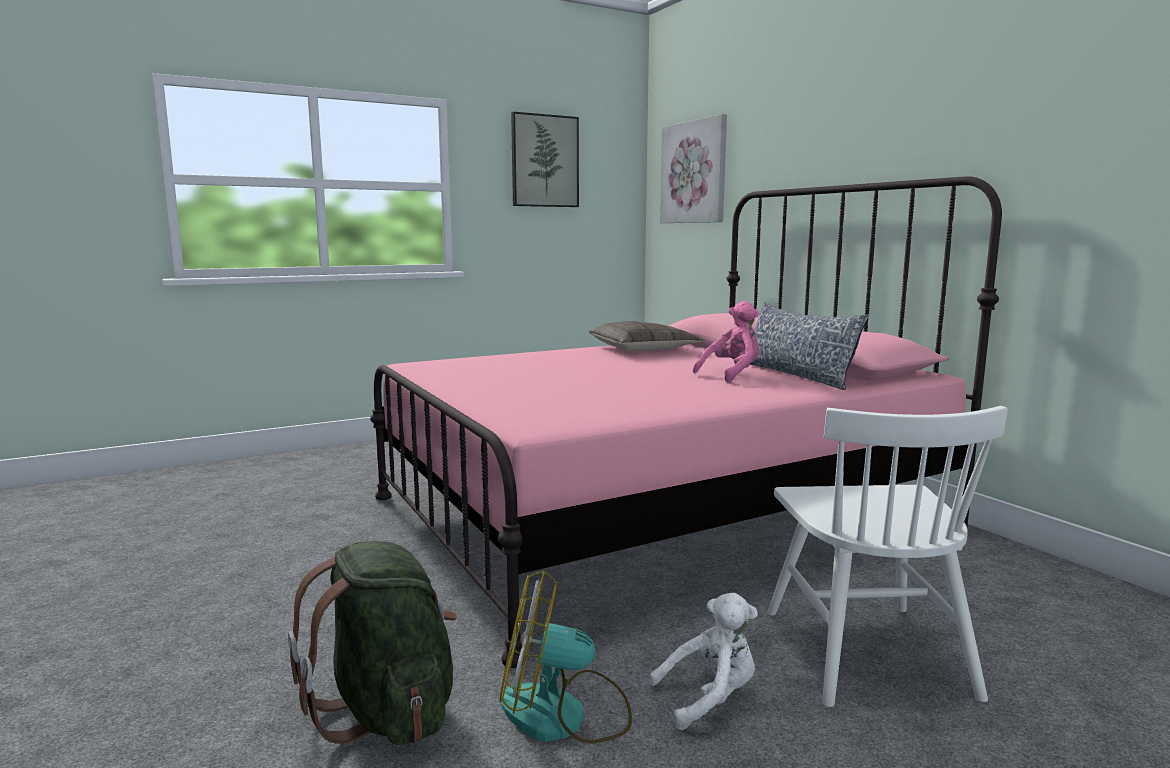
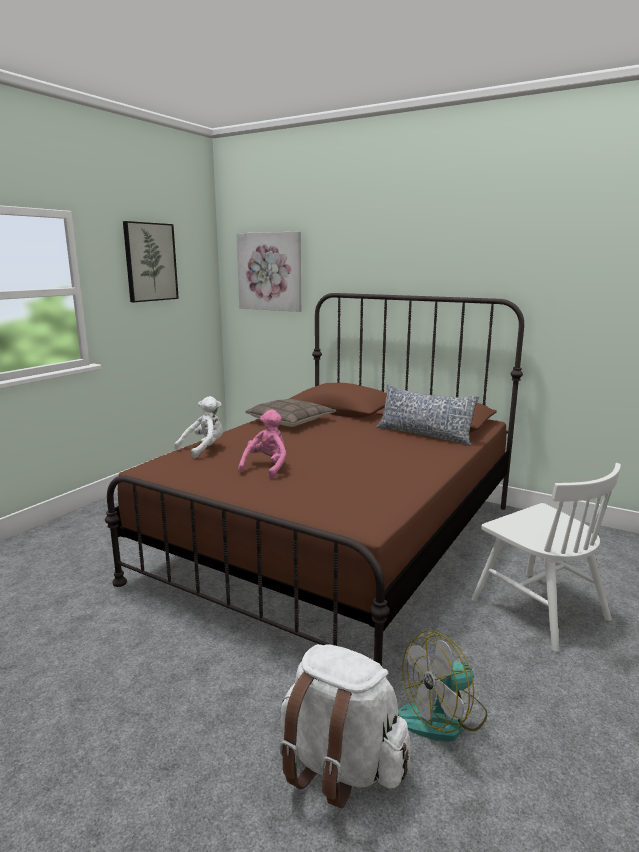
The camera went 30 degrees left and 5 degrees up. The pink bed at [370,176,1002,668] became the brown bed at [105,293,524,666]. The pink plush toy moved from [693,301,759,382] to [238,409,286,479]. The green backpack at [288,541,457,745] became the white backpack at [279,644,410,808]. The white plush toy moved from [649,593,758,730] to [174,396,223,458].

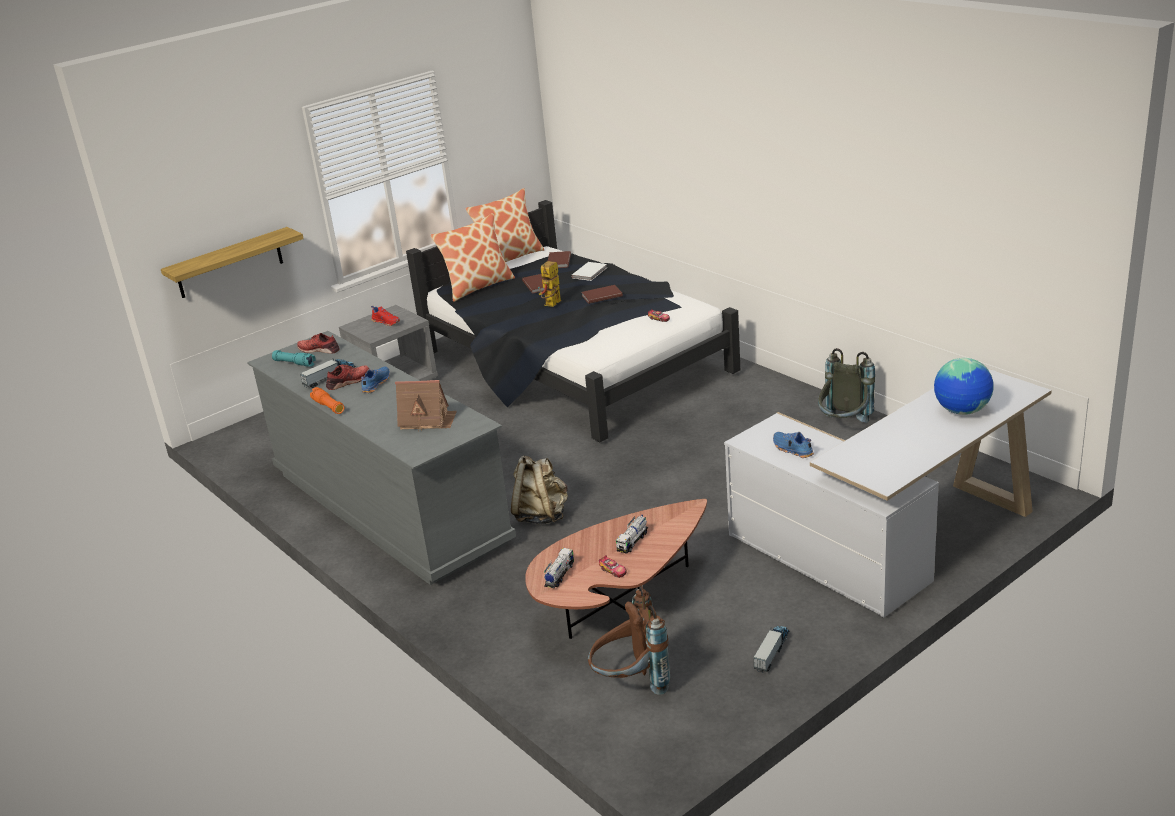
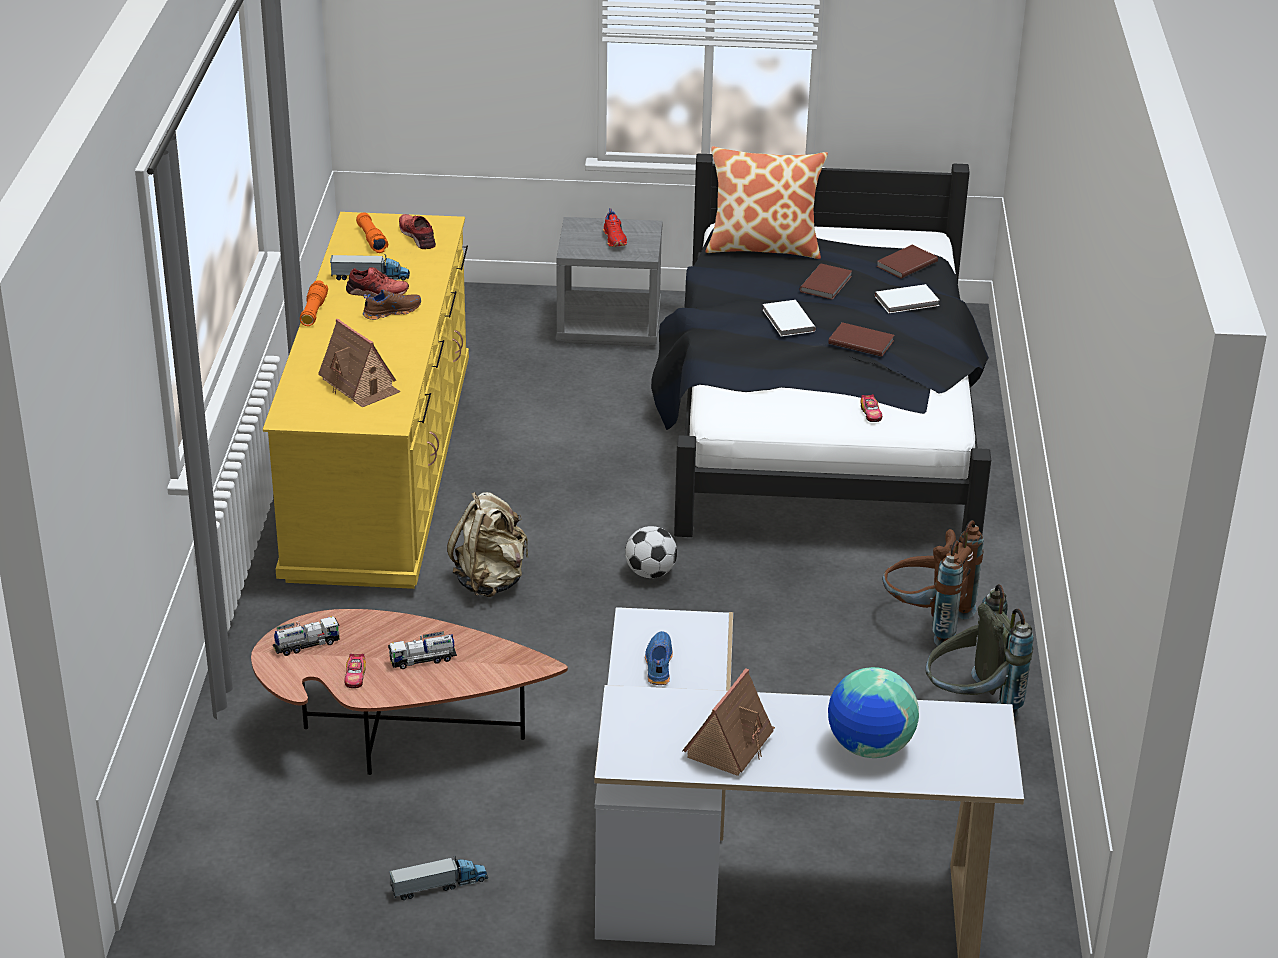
The camera went 40 degrees right and 5 degrees up. The pillow at [465,188,544,262] disappeared. The shelf at [161,227,304,298] disappeared. The toy robot at [538,261,561,307] was replaced by the white book at [762,300,816,337]. The grey dresser at [247,331,516,585] became the yellow dresser at [263,212,469,589]. The turquoise flashlight at [272,350,316,367] became the orange flashlight at [356,212,388,253]. The blue shoe at [361,366,390,393] became the brown shoe at [363,289,421,320]. The brown backpack moved from [588,586,670,695] to [882,520,984,646]. The football at [625,526,677,578] appeared. The toy house at [683,668,775,776] appeared.

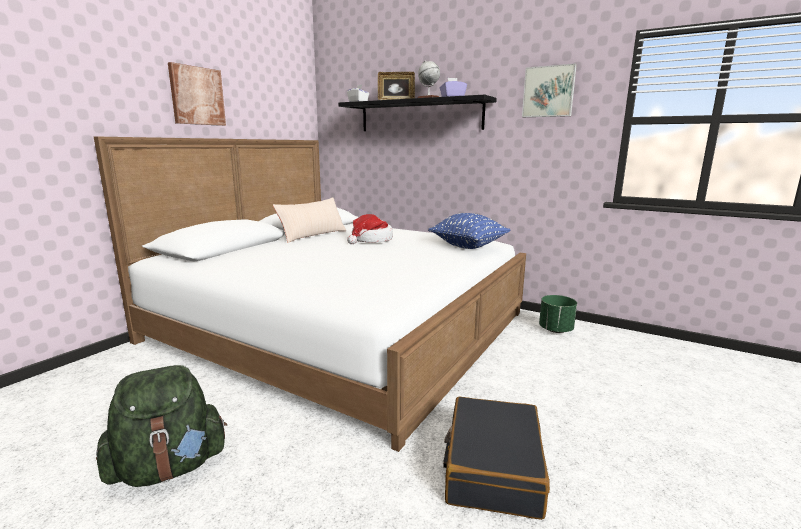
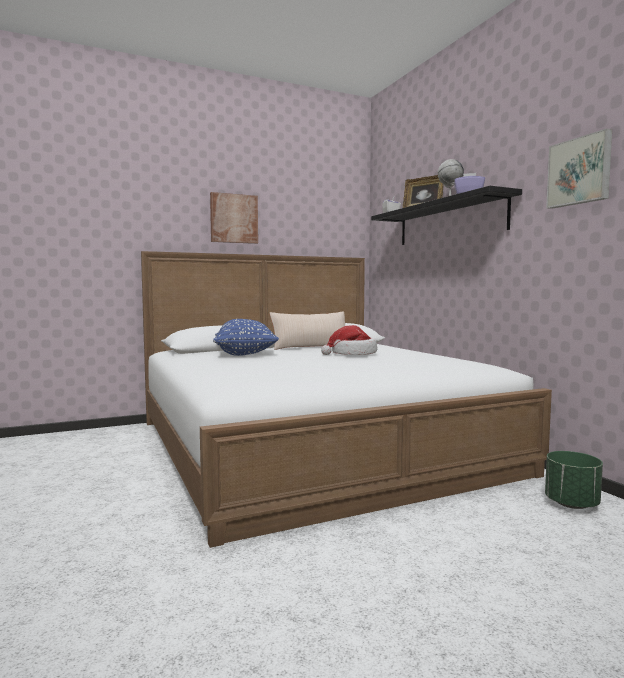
The camera went 35 degrees right and 10 degrees down. The blue pillow moved from [428,213,510,249] to [213,319,279,356]. The green backpack at [96,365,227,487] disappeared. The black suitcase at [443,397,550,520] disappeared.

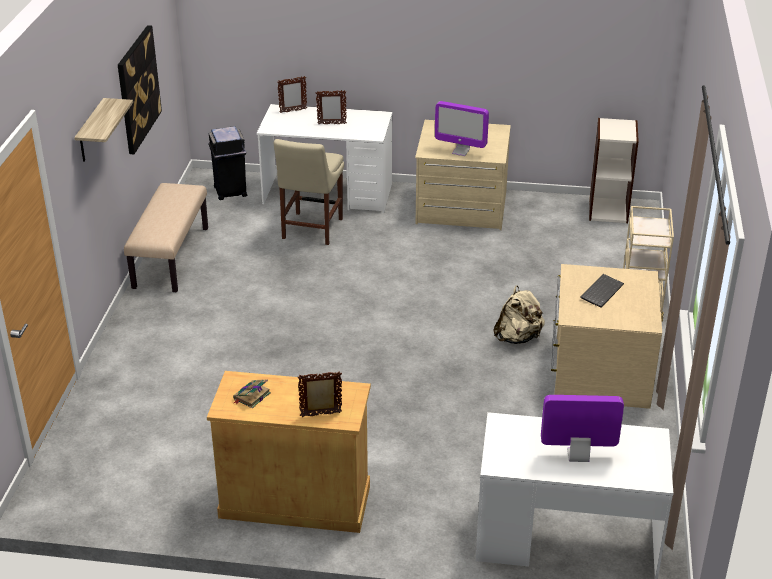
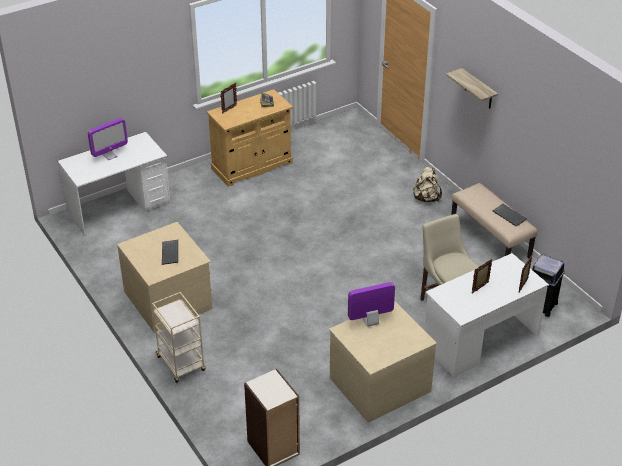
The camera went 140 degrees right and 5 degrees up. The picture at [118,25,162,154] disappeared. The beige backpack moved from [493,285,545,344] to [413,167,442,202]. The keyboard at [493,204,527,227] appeared.

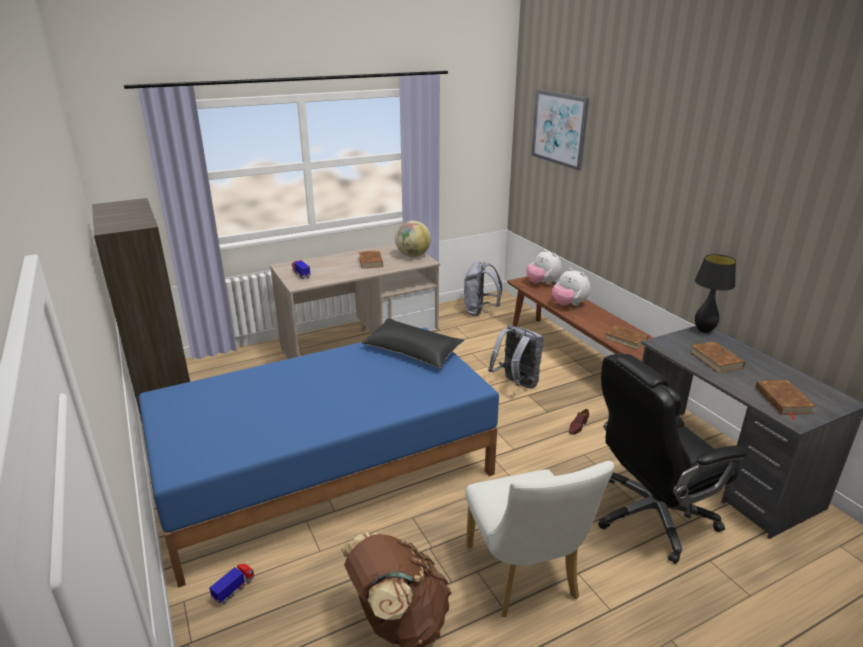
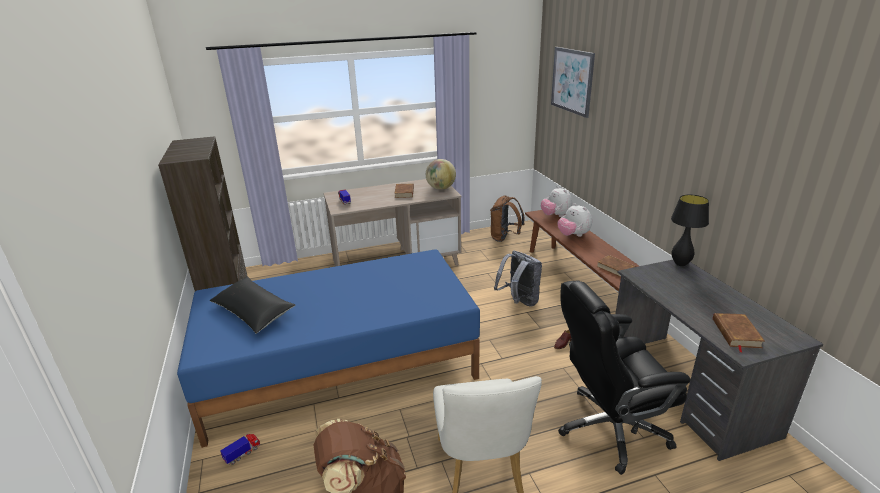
The camera went 10 degrees right and 0 degrees up. The grey backpack at [464,262,502,316] became the brown backpack at [490,196,525,242]. The black pillow moved from [362,318,464,368] to [210,276,296,334]. The brown book at [690,341,745,373] disappeared.

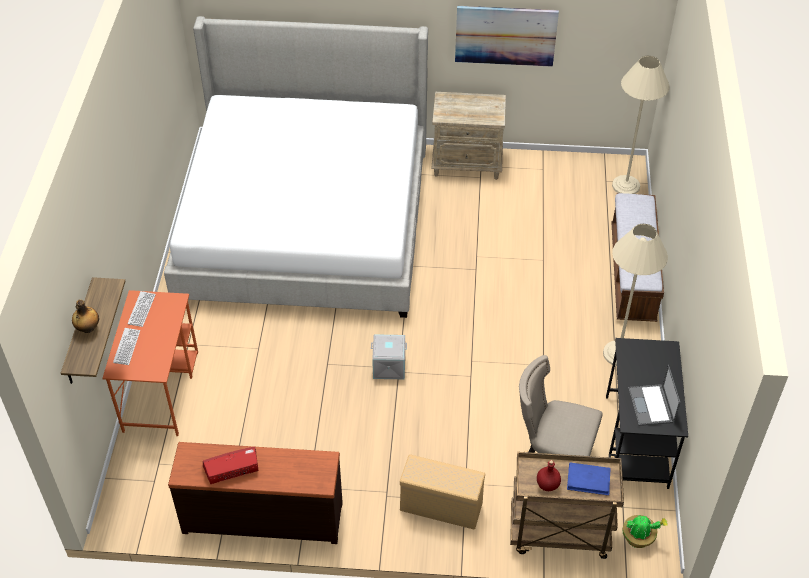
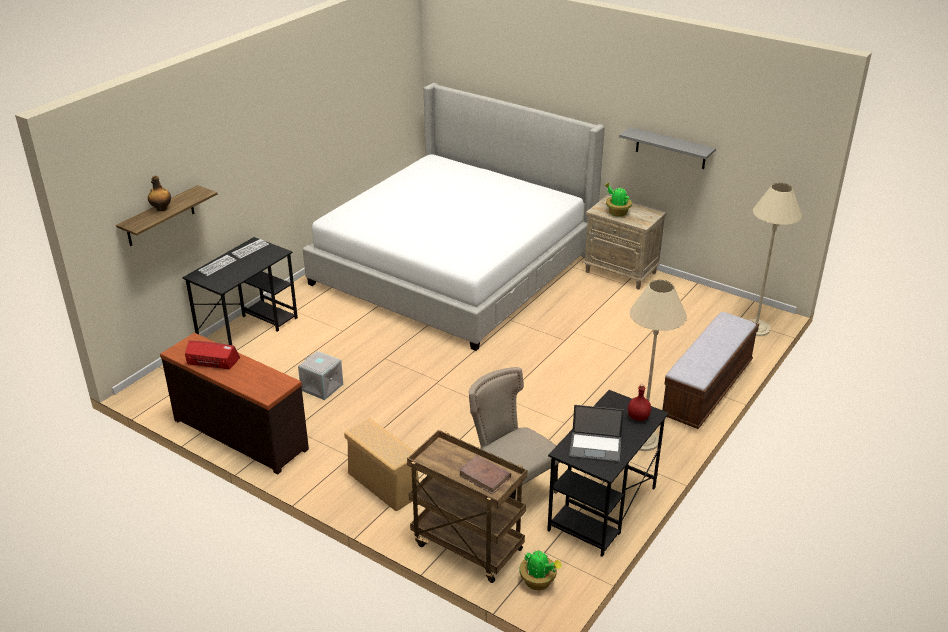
The camera went 30 degrees right and 15 degrees down. The picture at [455,6,559,67] was replaced by the grey shelf at [619,127,716,169]. The orange desk at [102,290,198,436] became the black desk at [183,237,298,345]. The grey storage box moved from [371,334,407,379] to [298,351,343,400]. The laptop at [628,365,680,426] turned 105 degrees counterclockwise. The red bottle moved from [537,460,561,491] to [628,384,651,421]. The blue book at [567,462,611,496] became the brown book at [459,455,511,494]. The potted plant at [605,183,632,217] appeared.

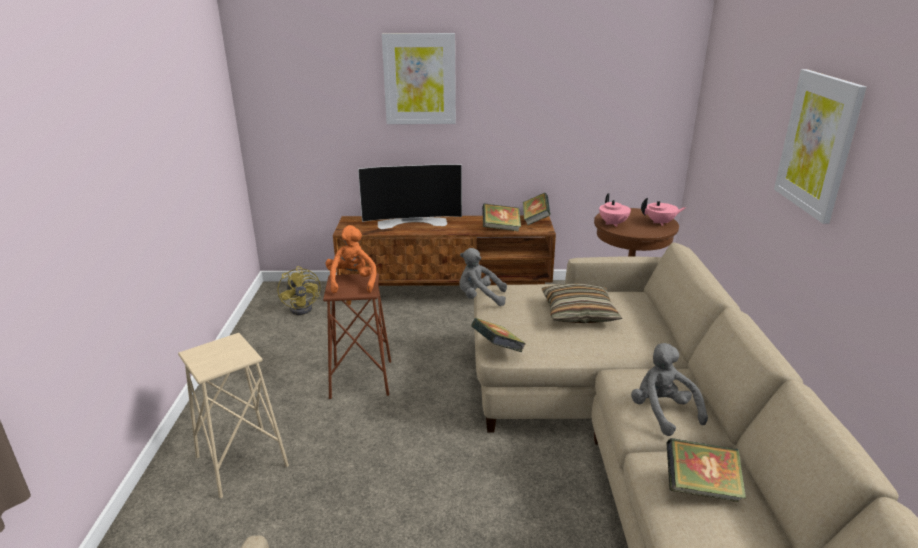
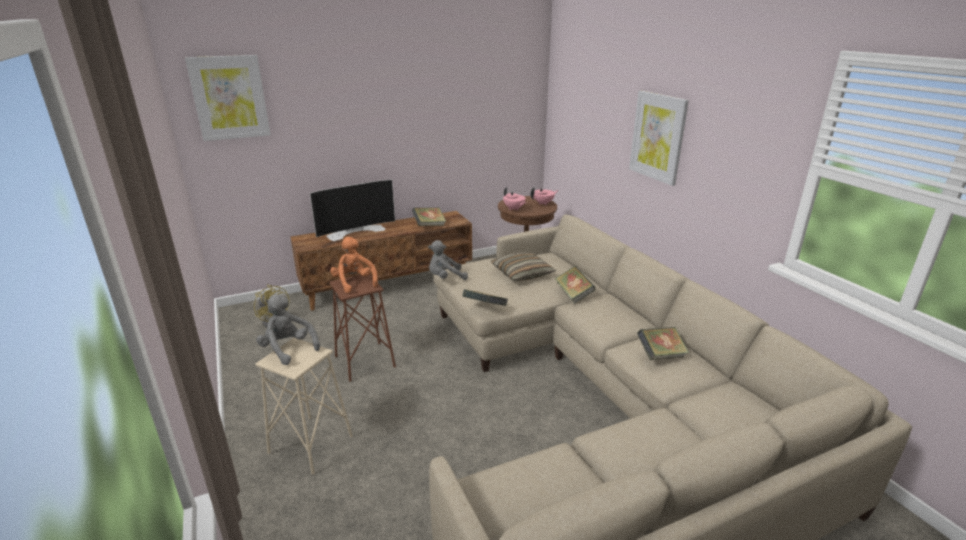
The camera went 25 degrees left and 0 degrees up. The picture moved from [382,33,456,124] to [185,55,271,141]. The book moved from [523,193,551,225] to [555,266,596,304]. The grey plush toy moved from [631,343,708,436] to [256,294,320,365].

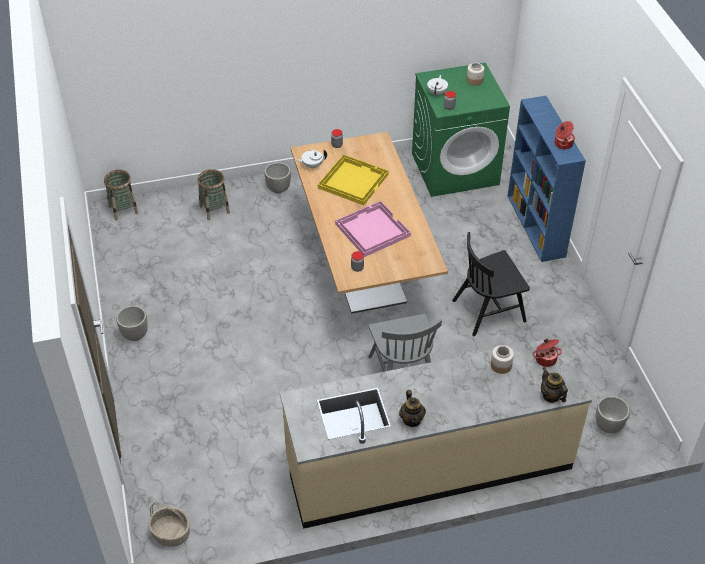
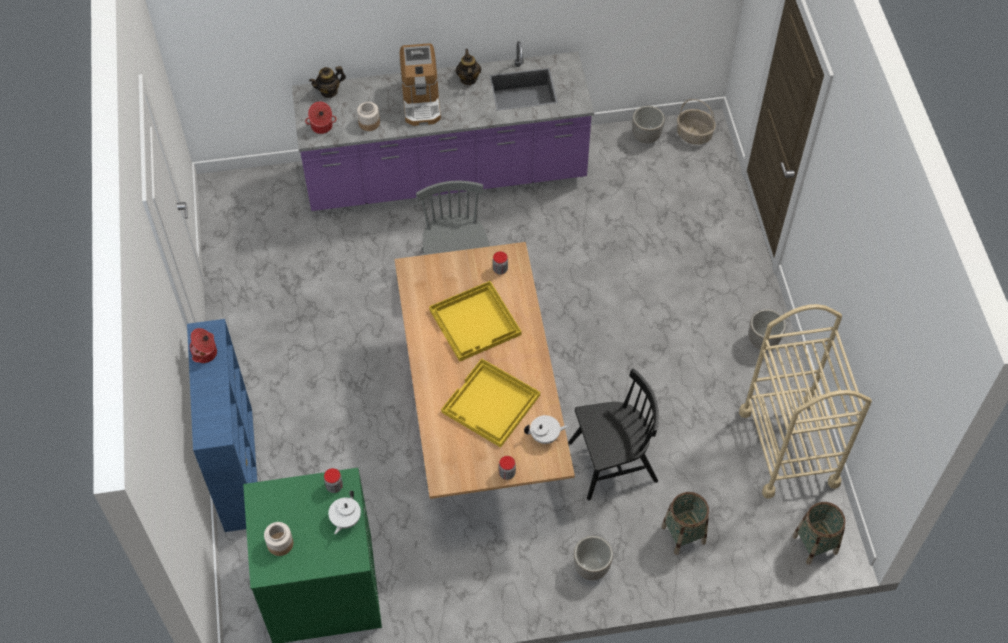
The camera went 175 degrees left and 10 degrees up. The pink tray at [335,201,411,257] became the yellow tray at [429,281,522,362]. The black chair moved from [452,232,530,336] to [568,368,659,500]. The beige counter at [280,337,592,529] became the purple counter at [292,41,594,211]. The teapot at [541,367,568,403] turned 90 degrees clockwise. The planter moved from [596,396,630,433] to [632,106,665,143]. The coffee machine at [399,43,441,126] appeared. The beige cart at [739,304,872,499] appeared.

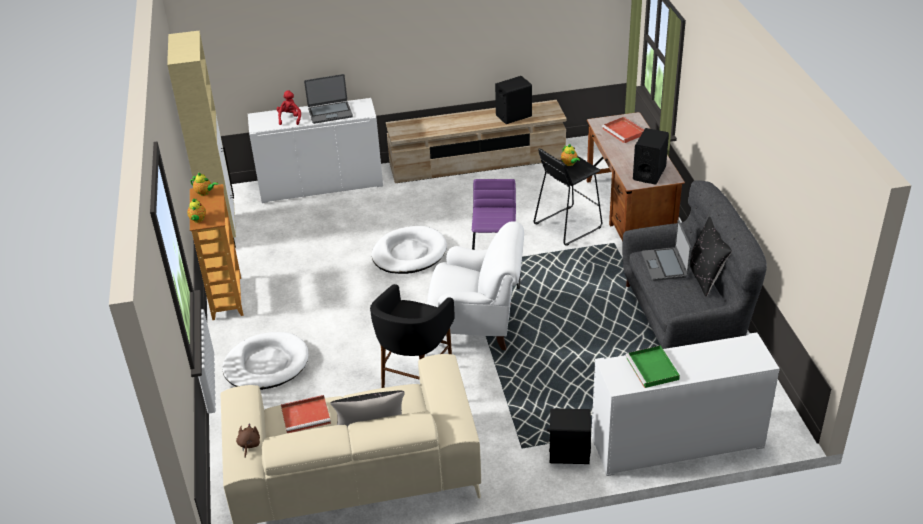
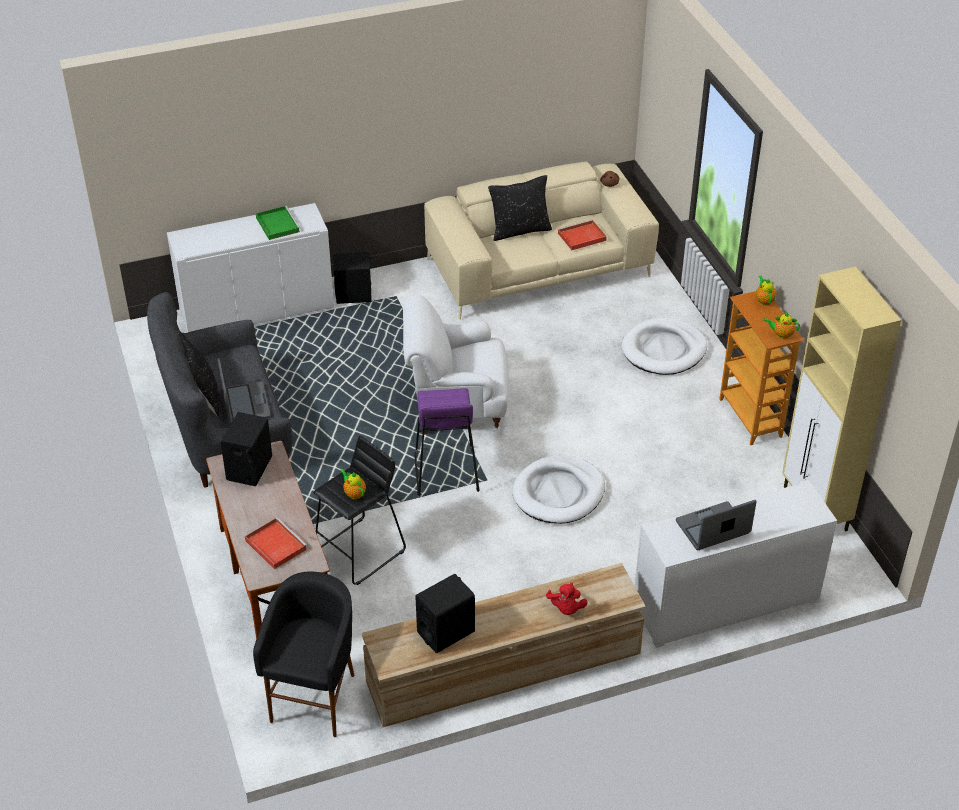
The camera went 170 degrees right and 5 degrees up. The red plush toy moved from [277,90,301,125] to [546,583,587,615]. The black stool moved from [370,284,454,388] to [253,571,354,737].

